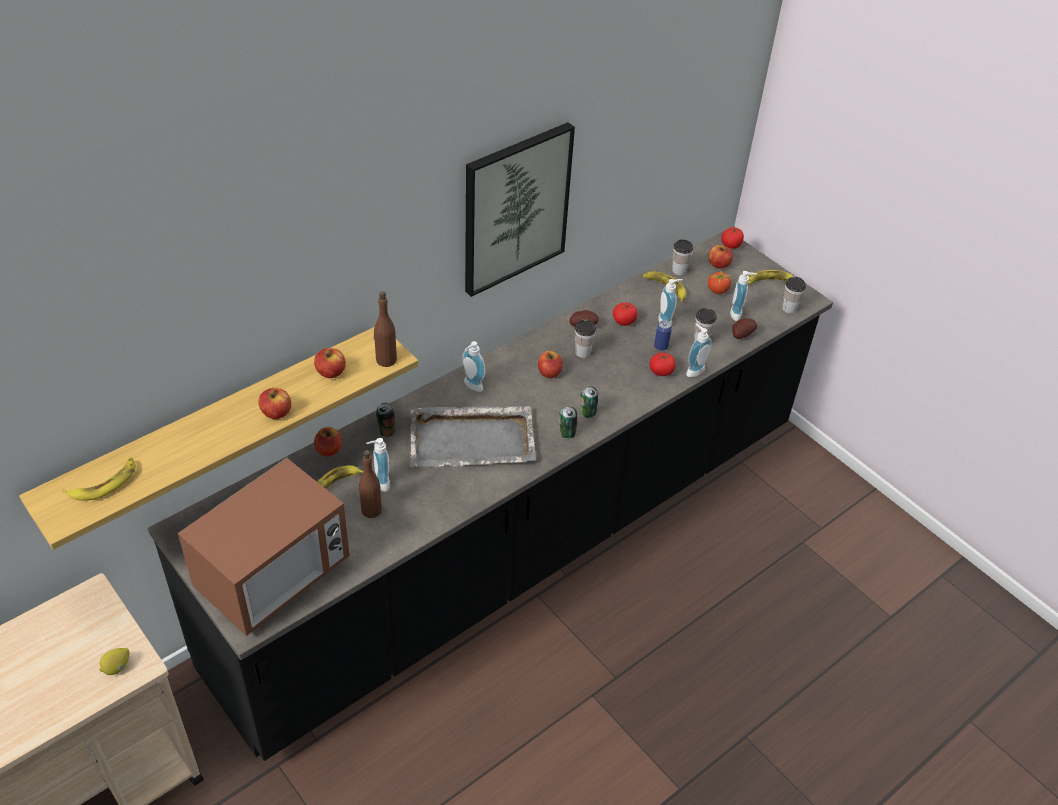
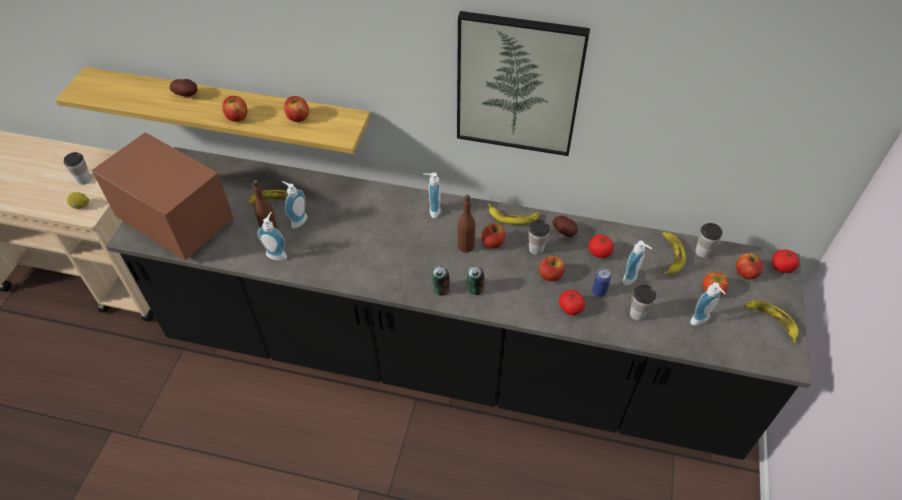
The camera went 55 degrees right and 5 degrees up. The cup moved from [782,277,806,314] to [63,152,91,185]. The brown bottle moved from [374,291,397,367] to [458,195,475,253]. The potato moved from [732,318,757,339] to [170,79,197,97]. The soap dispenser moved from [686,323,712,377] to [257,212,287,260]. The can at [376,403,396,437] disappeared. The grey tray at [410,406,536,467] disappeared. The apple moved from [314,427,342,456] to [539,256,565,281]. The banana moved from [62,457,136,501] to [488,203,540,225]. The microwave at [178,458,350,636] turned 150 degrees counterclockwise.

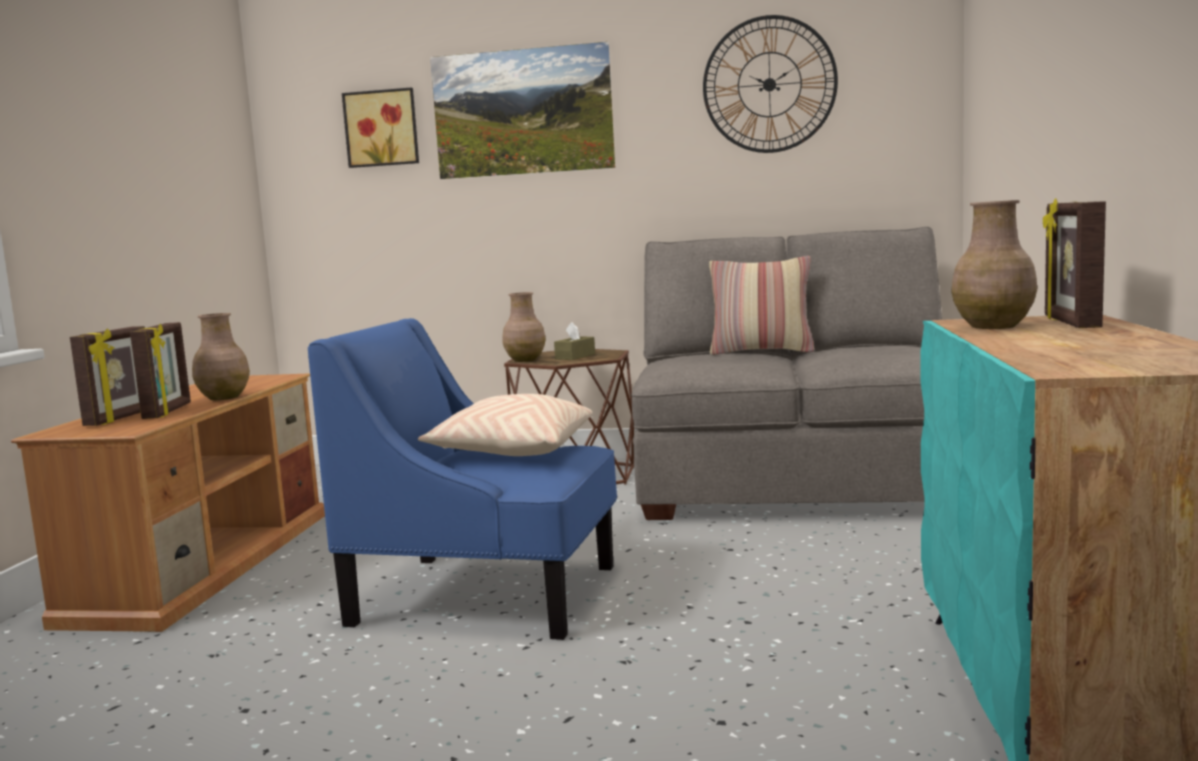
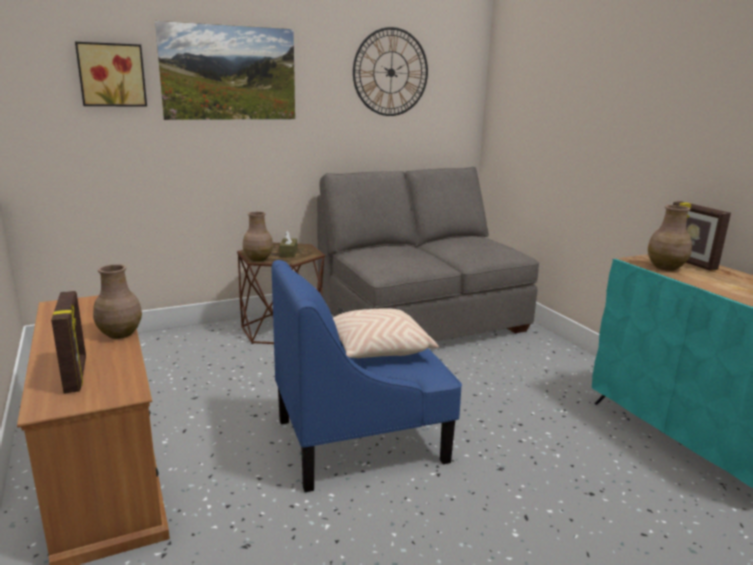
The camera went 35 degrees left and 10 degrees up. The pillow at [709,256,815,355] disappeared. The picture frame at [130,322,191,419] disappeared.

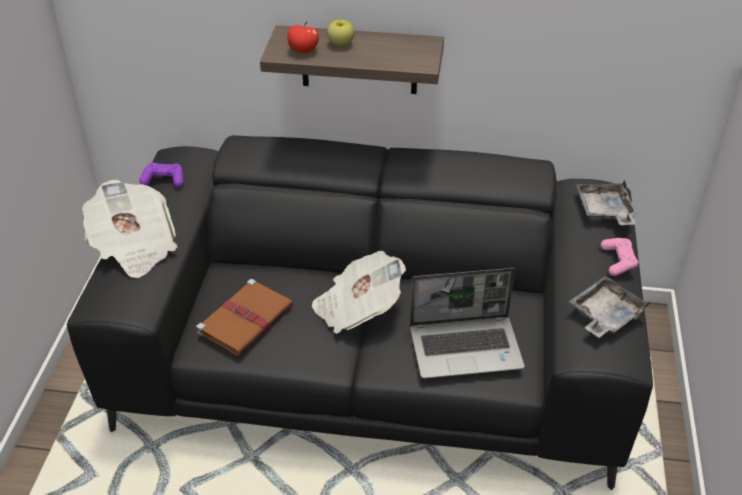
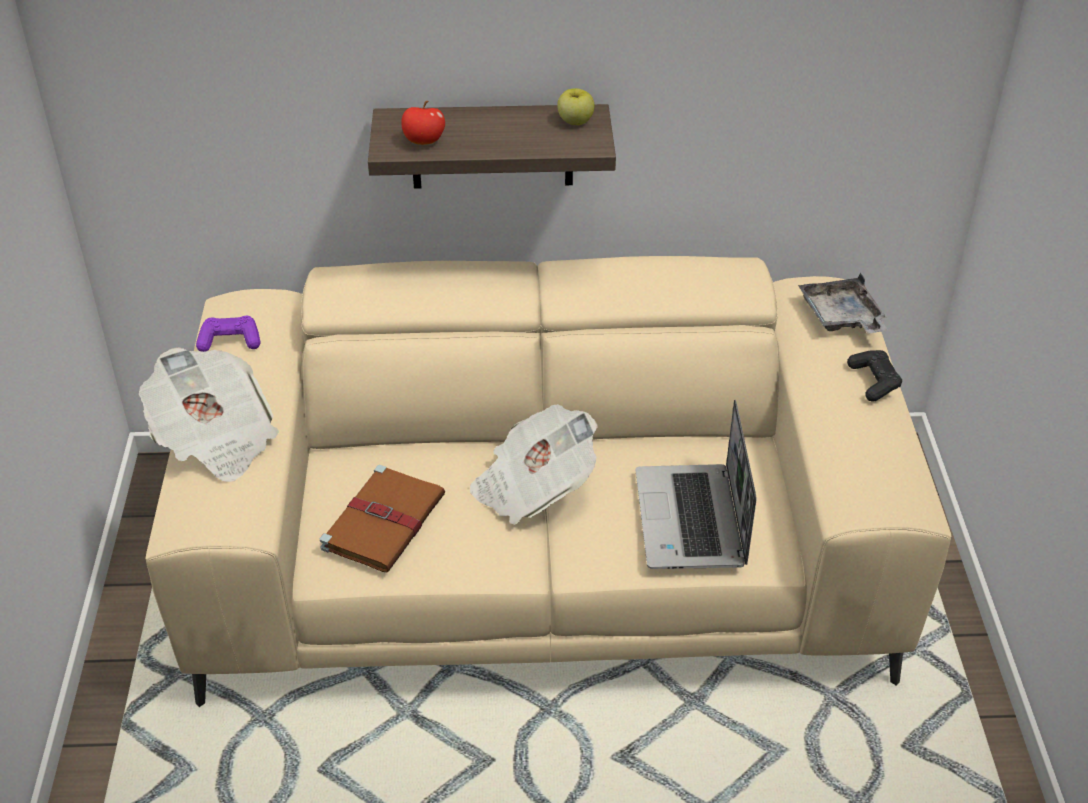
The camera went 10 degrees left and 0 degrees up. The apple moved from [327,20,354,47] to [557,88,595,125]. The black sofa at [67,135,653,490] became the beige sofa at [146,256,952,707]. The pink game controller at [601,238,638,276] became the black game controller at [847,350,902,402]. The laptop at [410,268,525,379] turned 105 degrees clockwise. The grey tray at [569,276,650,338] disappeared.

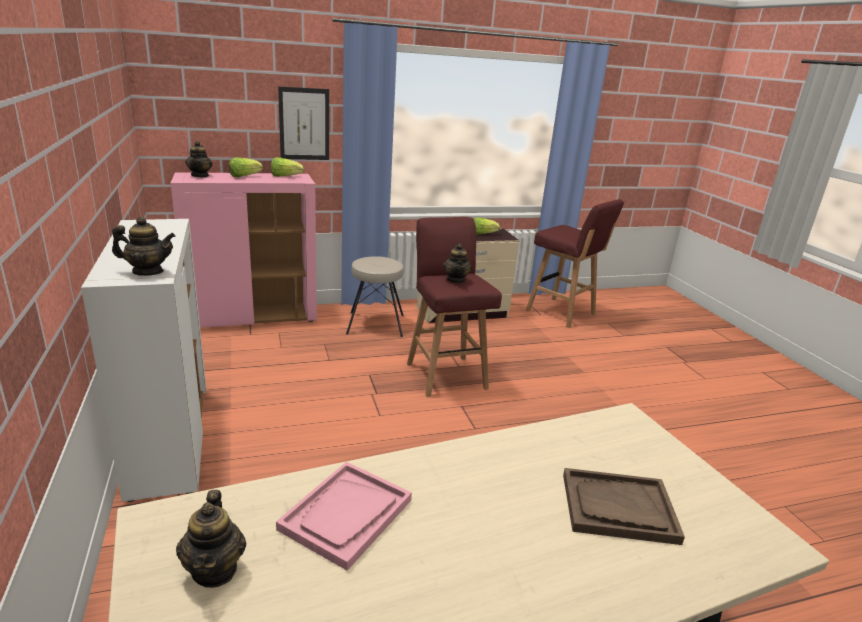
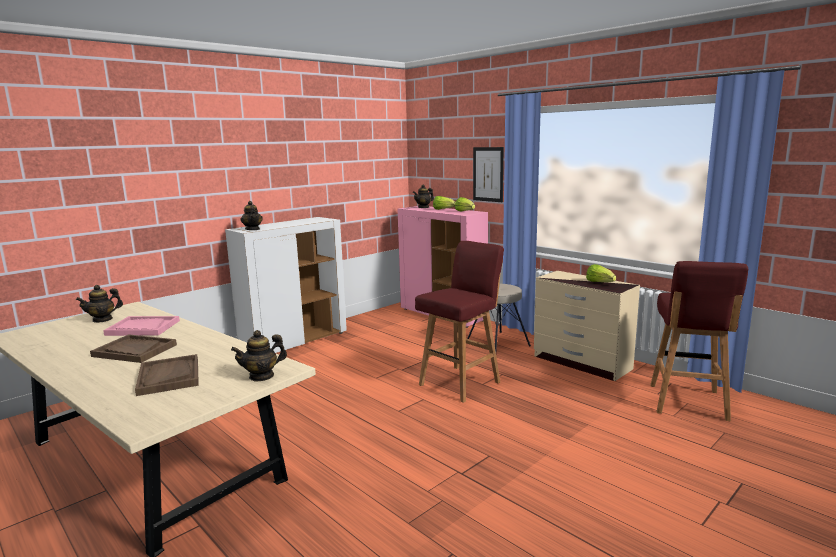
The camera went 65 degrees right and 10 degrees down. The teapot moved from [443,244,472,284] to [231,330,287,382]. The brown tray at [90,334,177,363] appeared.

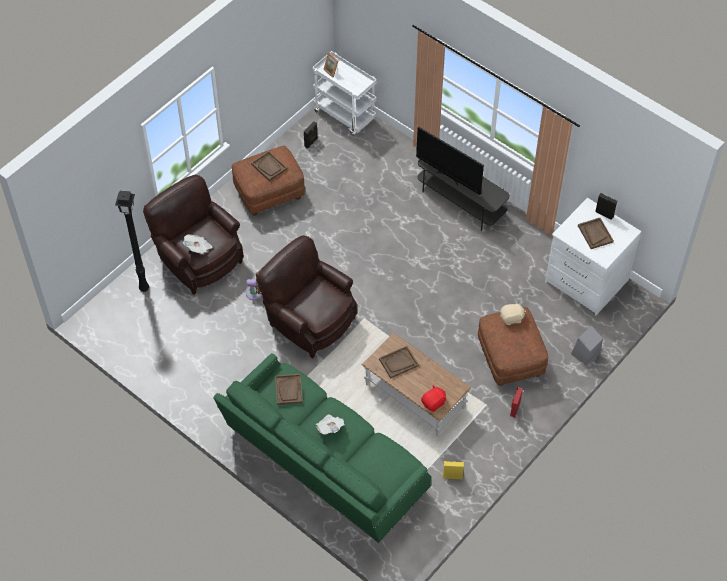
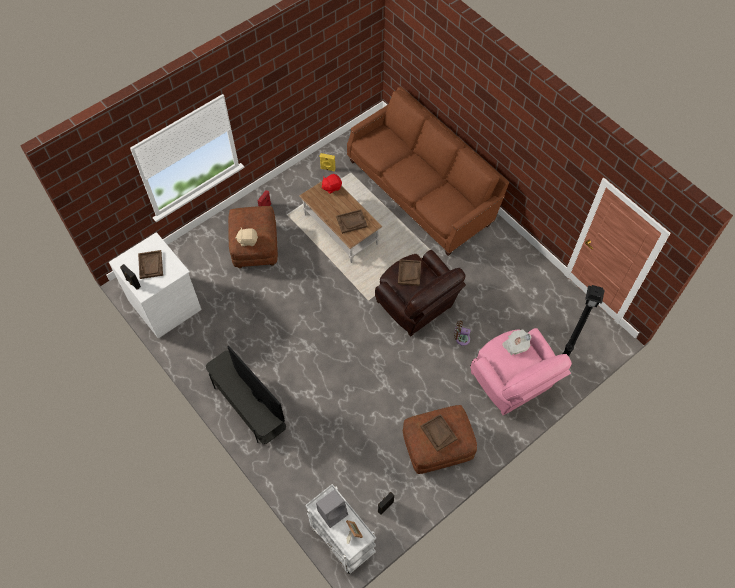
The camera went 170 degrees left and 5 degrees up. The brown armchair at [143,175,244,295] became the pink armchair at [470,328,572,415]. The grey speaker moved from [571,325,603,366] to [316,490,348,528]. The green sofa at [213,353,431,543] became the brown sofa at [347,86,509,256]. The brown tray moved from [275,374,303,405] to [398,259,421,286]. The newspaper at [316,414,344,434] disappeared.

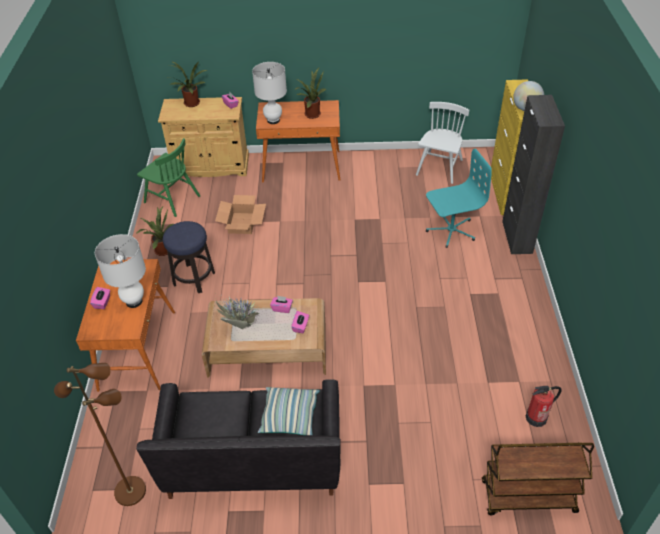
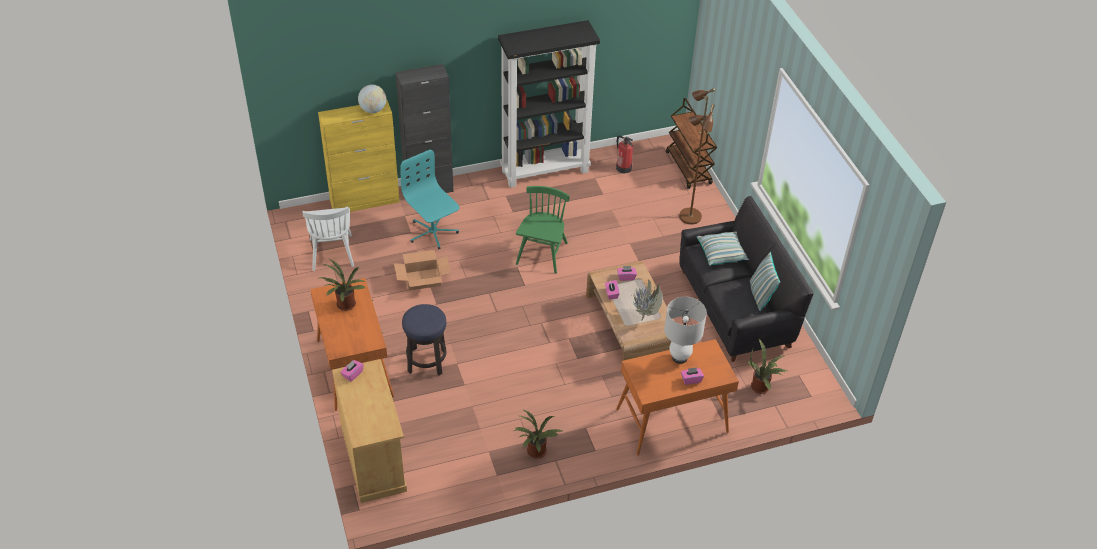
The camera went 110 degrees left and 0 degrees up. The potted plant moved from [167,61,207,107] to [748,339,787,394]. The white table lamp at [252,62,287,124] disappeared. The white chair at [416,102,469,184] turned 105 degrees counterclockwise. The green chair moved from [137,138,200,217] to [516,186,570,273]. The cardboard box moved from [215,195,266,234] to [394,250,451,291]. The stool moved from [163,221,215,293] to [402,304,446,376]. The brown floor lamp moved from [54,363,146,506] to [679,88,715,224]. The black bookcase at [498,20,600,188] appeared. The pillow at [750,252,780,311] appeared.

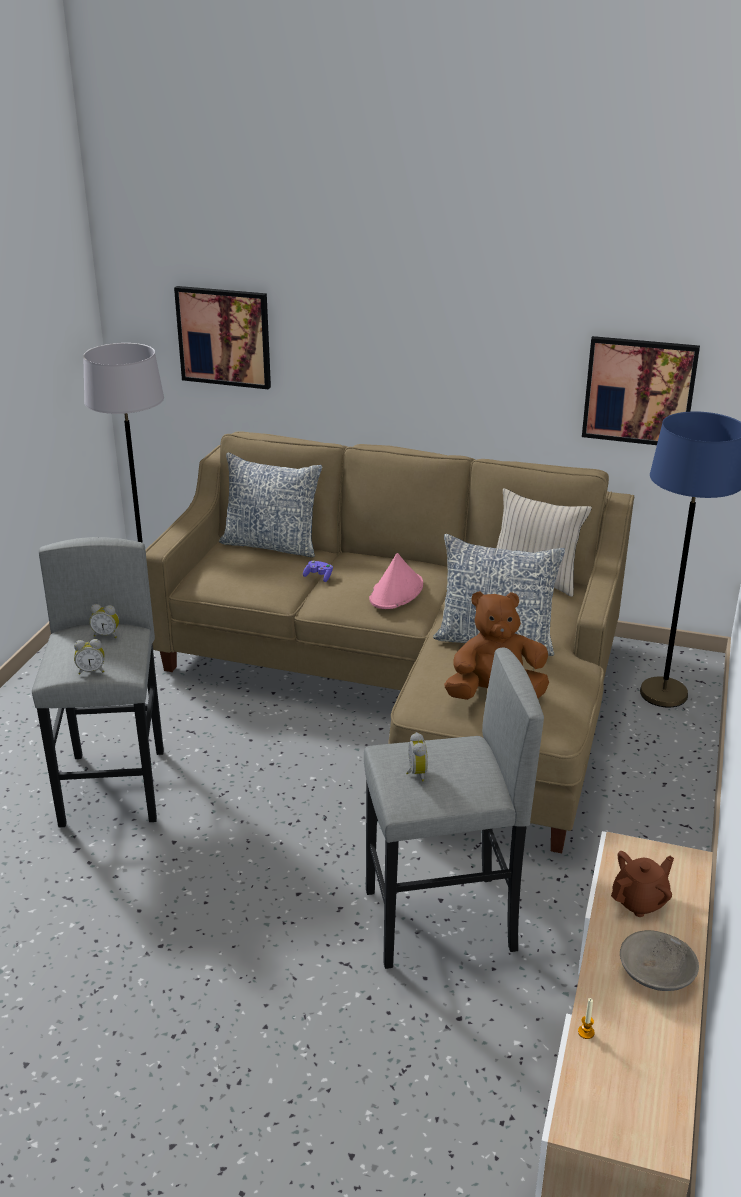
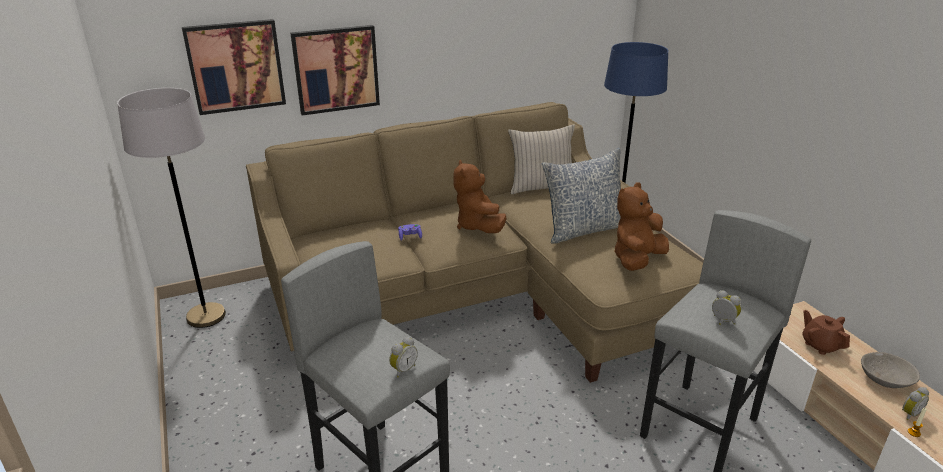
The camera went 40 degrees left and 0 degrees up. The picture moved from [582,336,700,445] to [291,25,380,116]. The pillow at [219,453,322,558] disappeared. The pink hat at [369,553,423,609] was replaced by the brown plush toy at [453,159,507,233]. The alarm clock moved from [89,604,119,638] to [902,387,929,420]. The brown teapot at [611,851,674,917] turned 45 degrees counterclockwise.

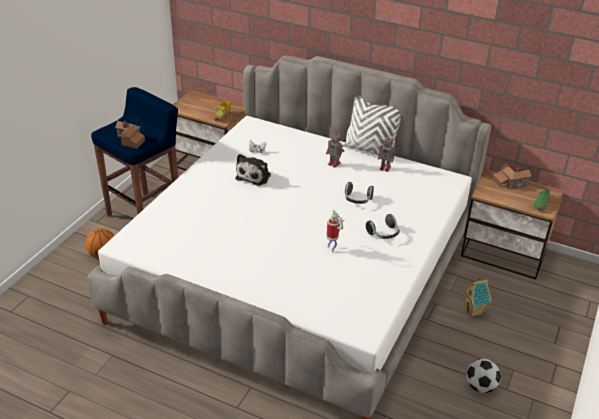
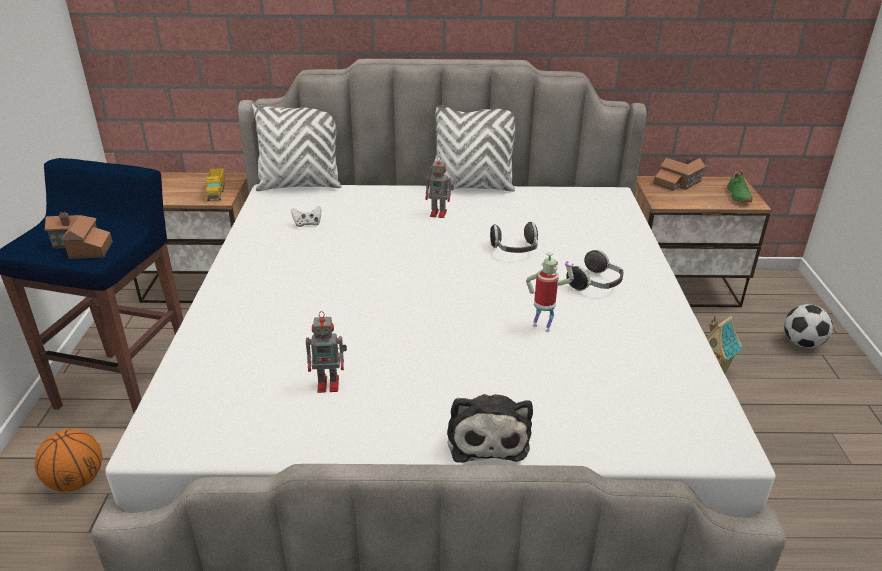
The camera went 25 degrees left and 5 degrees down. The toy robot moved from [378,135,397,172] to [306,311,347,393]. The plush toy moved from [235,154,271,186] to [447,394,533,463]. The football moved from [466,359,501,393] to [784,304,833,348]. The white pillow at [252,103,342,191] appeared.

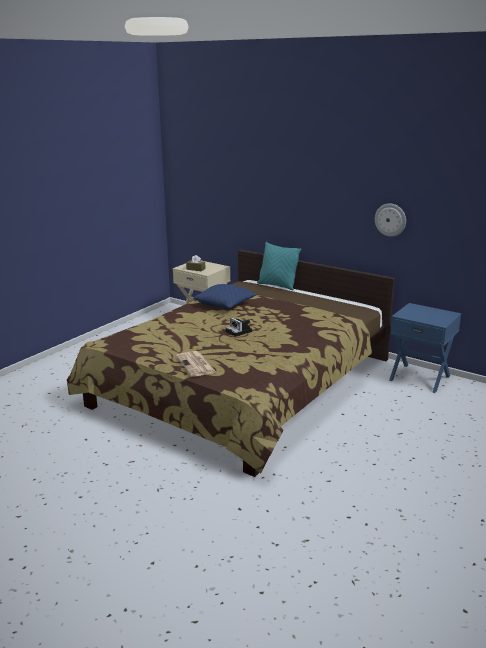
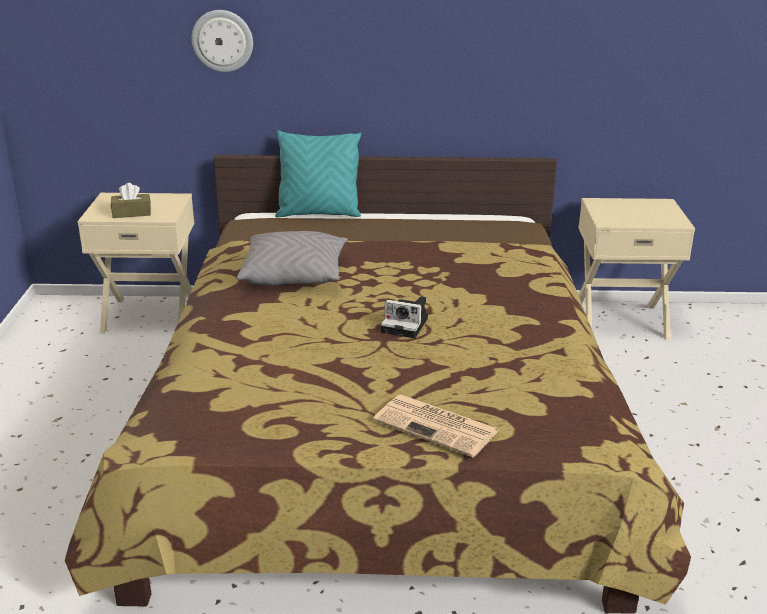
The camera went 35 degrees left and 5 degrees up. The wall clock moved from [375,204,406,237] to [191,10,253,72]. The blue pillow at [193,284,258,309] became the grey pillow at [237,231,348,286]. The blue nightstand at [389,303,461,393] became the beige nightstand at [578,198,695,340].

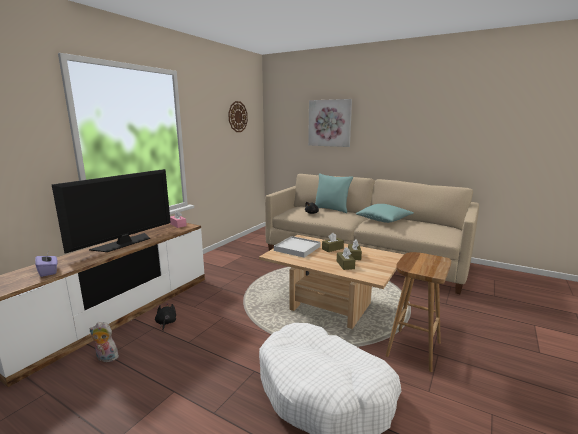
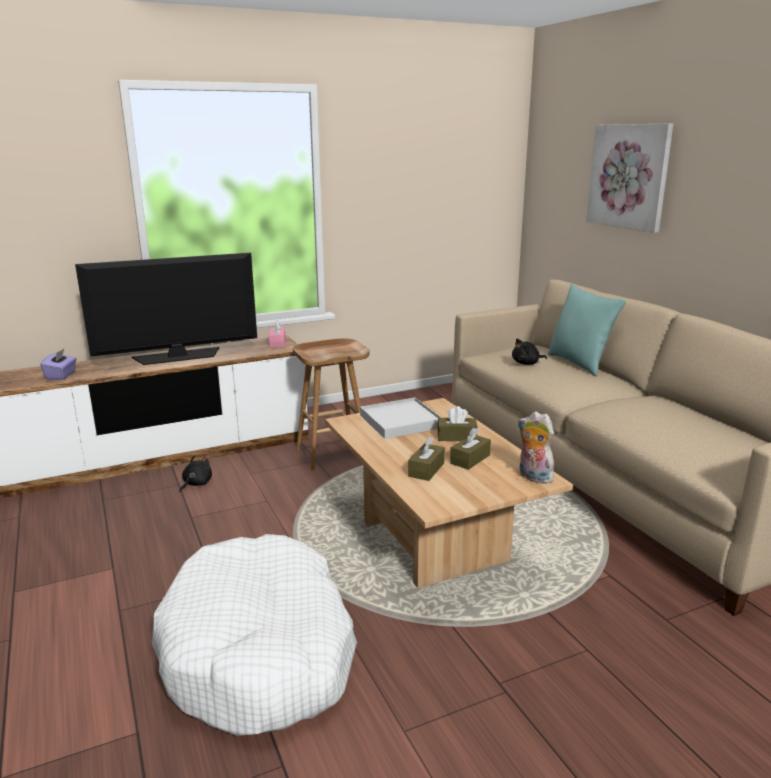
The camera went 35 degrees right and 5 degrees up. The wall clock at [228,101,248,132] disappeared. The turquoise pillow at [356,204,414,223] disappeared. The brown stool moved from [386,252,451,372] to [293,338,370,470]. The plush toy moved from [90,322,119,362] to [517,411,557,484].

